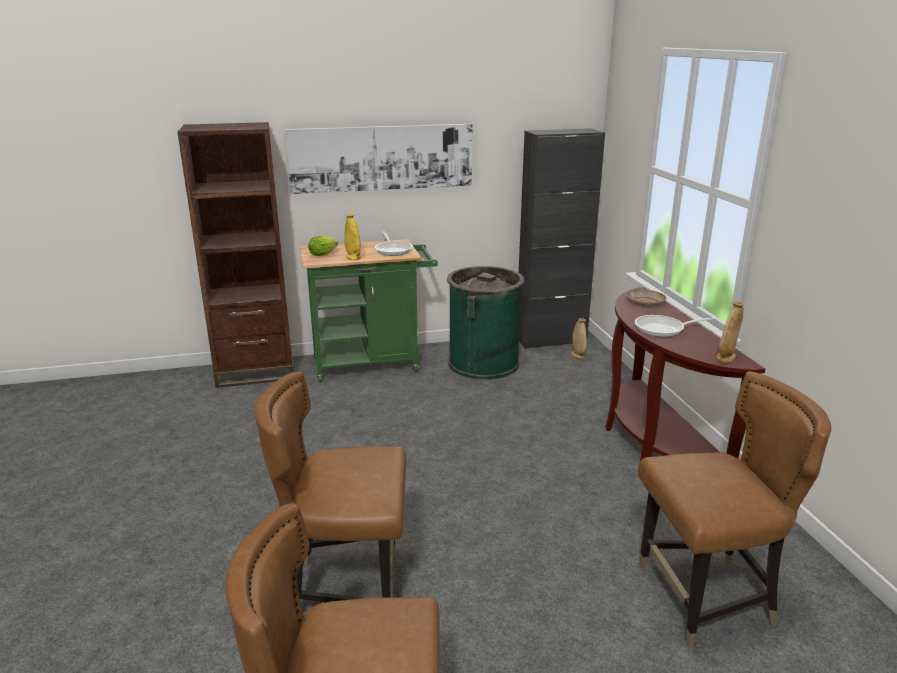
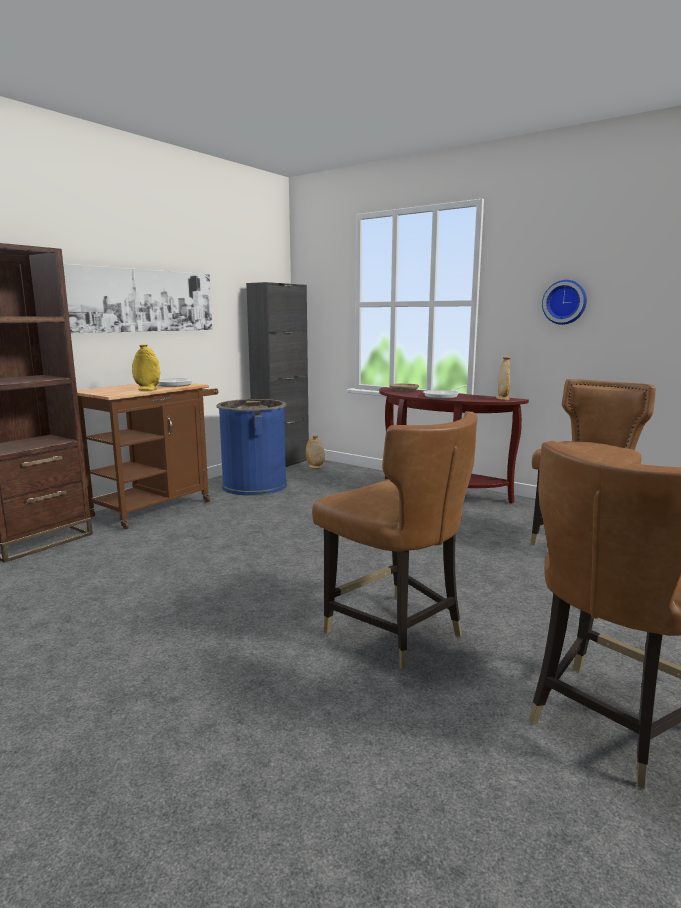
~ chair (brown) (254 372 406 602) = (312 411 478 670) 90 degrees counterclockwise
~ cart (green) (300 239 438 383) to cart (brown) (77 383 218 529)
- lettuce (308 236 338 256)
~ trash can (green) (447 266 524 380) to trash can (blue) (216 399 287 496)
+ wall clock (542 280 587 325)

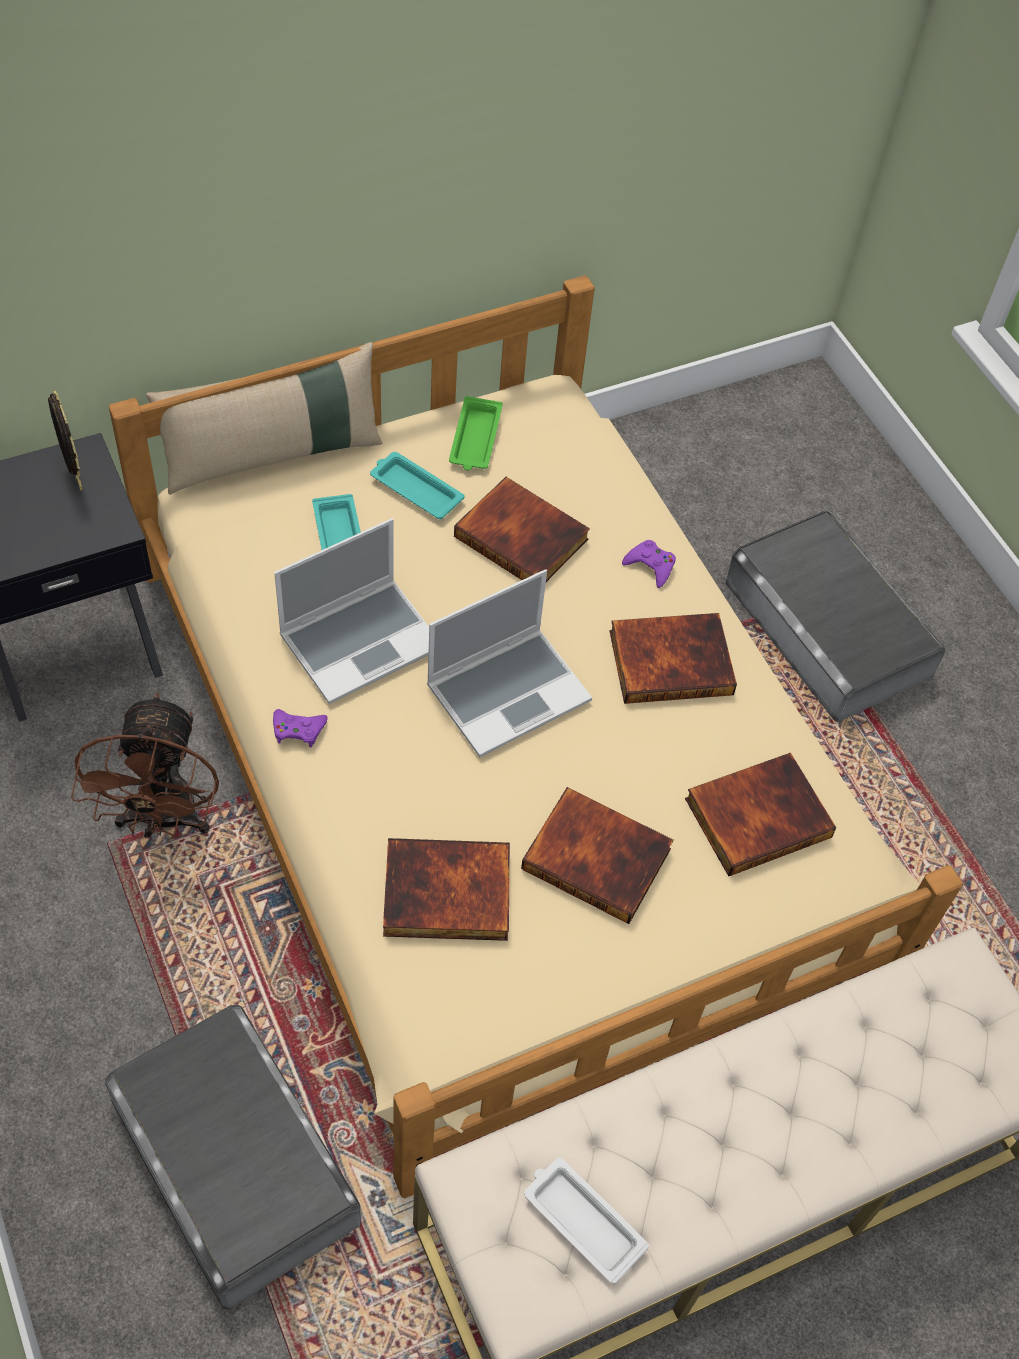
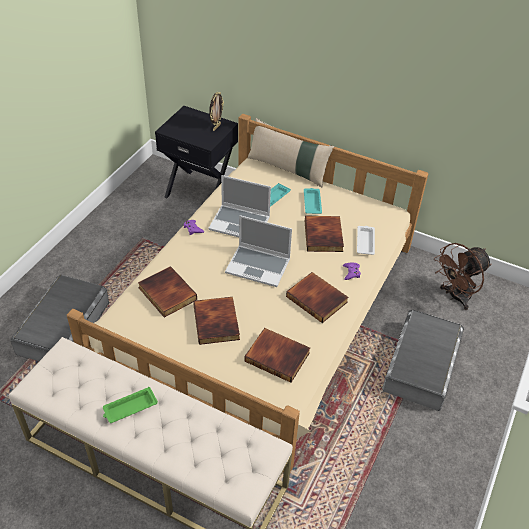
~ fan (brown) (71 693 219 838) to (434 243 492 310)
~ tray (green) (449 396 503 470) to (103 387 158 423)
~ tray (white) (524 1158 649 1284) to (357 226 375 255)

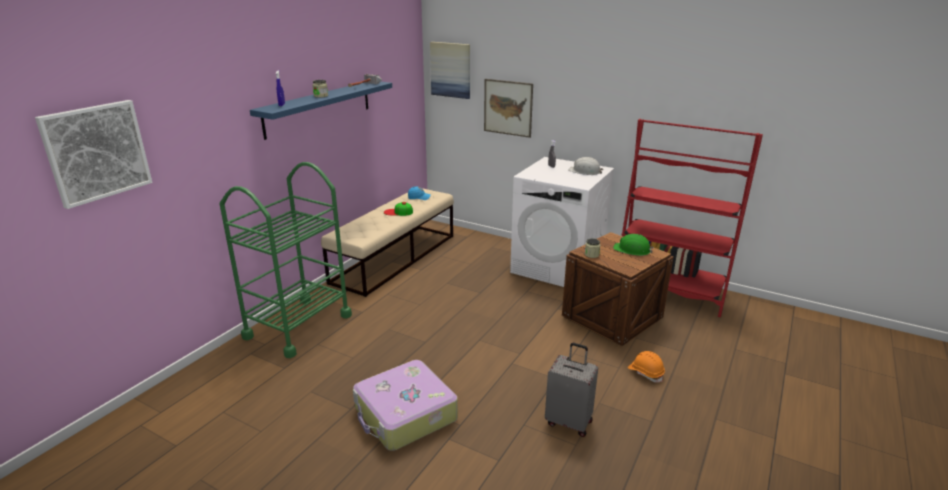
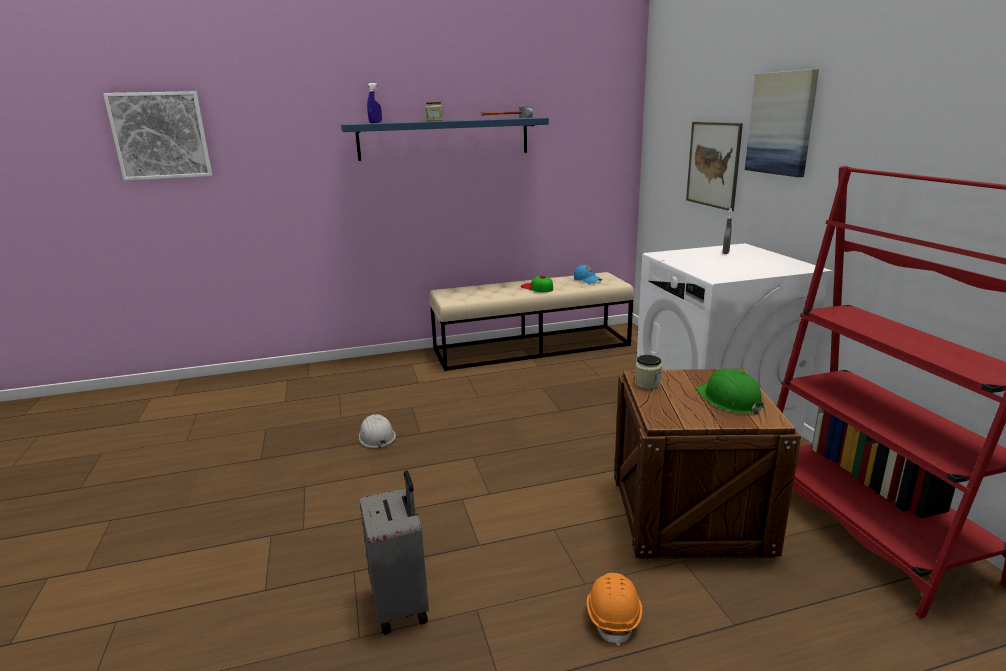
- cart (green) (220 162 352 358)
- suitcase (353 360 458 451)
~ picture (430 42 470 99) to (745 69 819 177)
~ hard hat (white) (568 157 603 175) to (359 414 396 449)

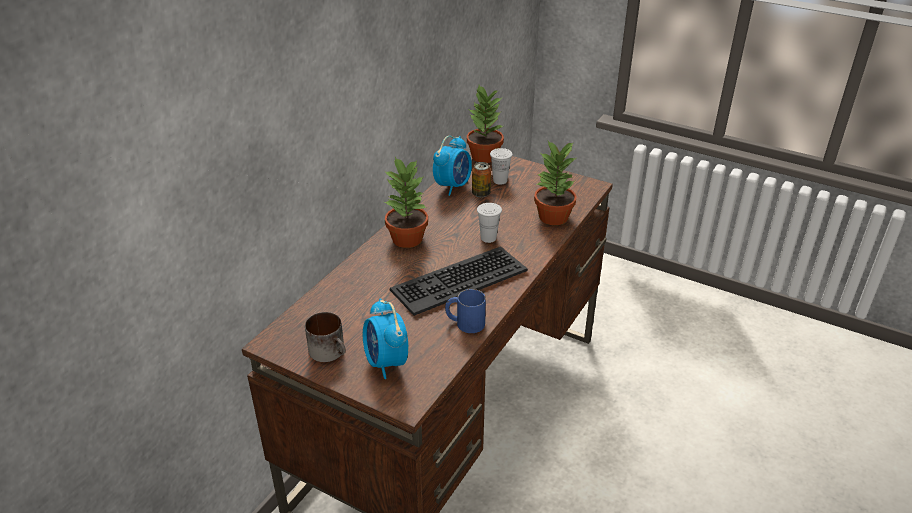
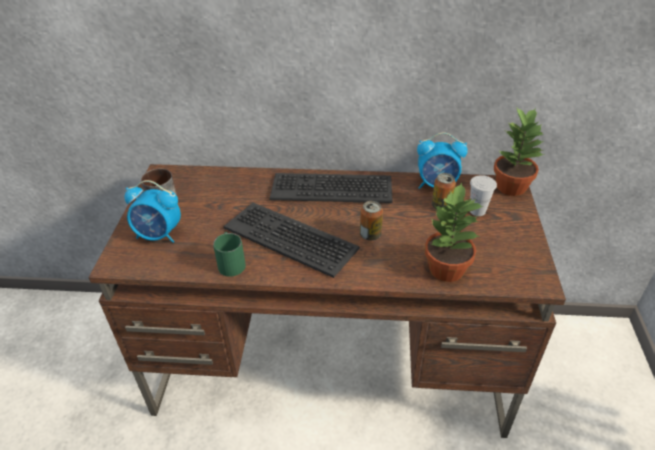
~ alarm clock (363 298 408 379) = (125 180 181 243) 120 degrees counterclockwise
~ potted plant (384 157 428 248) to keyboard (269 173 393 203)
~ mug (blue) (445 289 486 333) to mug (green) (213 232 246 277)
~ cup (white) (477 203 502 243) to can (360 201 383 241)

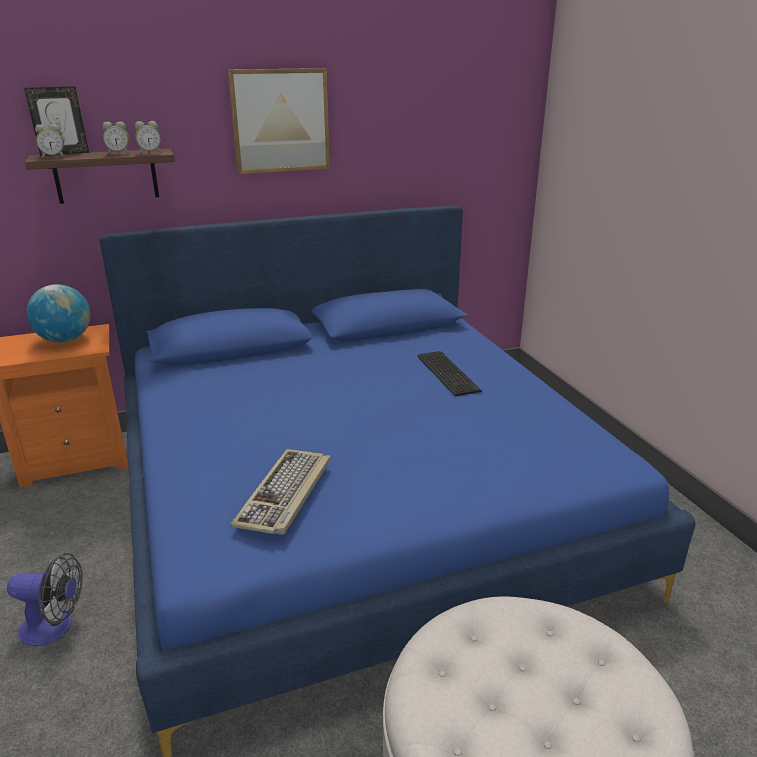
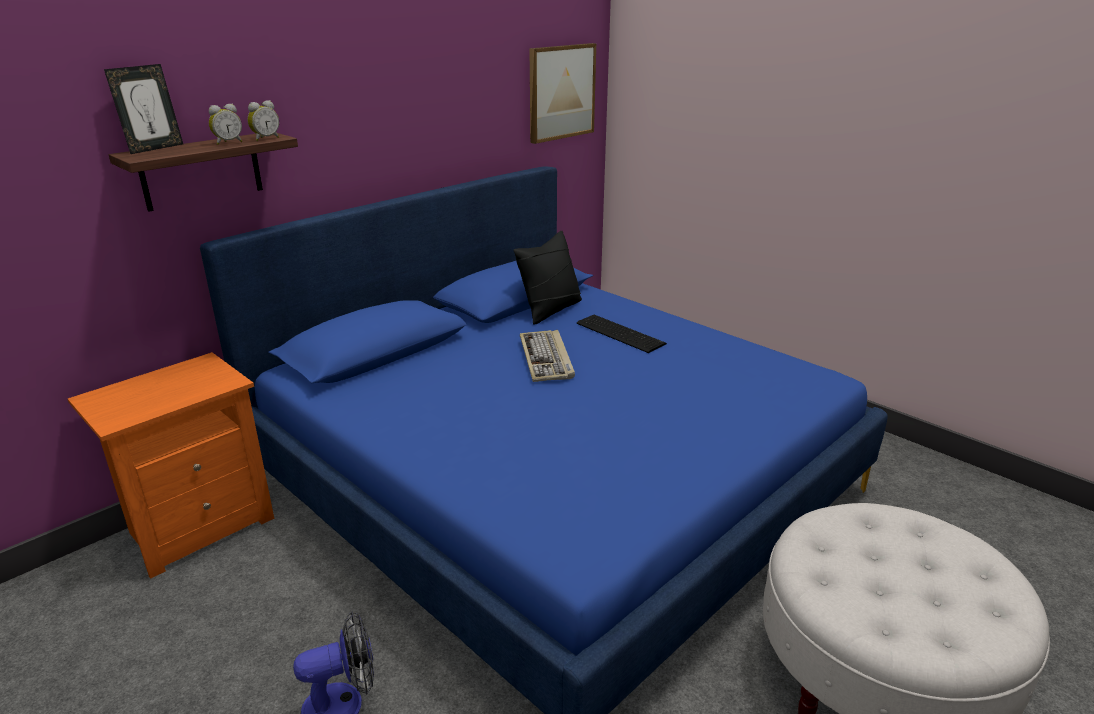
- globe (26 284 91 343)
- alarm clock (35 124 65 159)
~ picture (228 68 330 174) to (530 43 596 144)
~ keyboard (231 449 331 535) to (520 330 575 382)
+ pillow (black) (513 231 582 325)

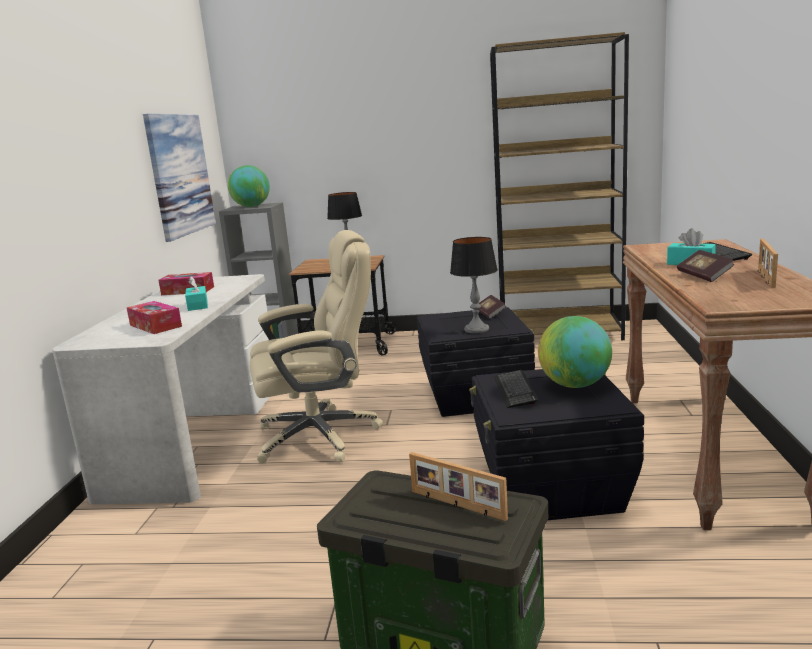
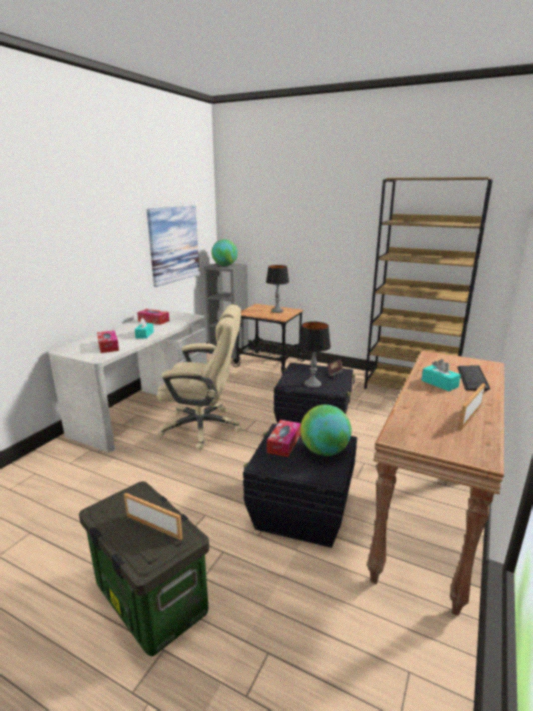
~ picture frame (409 452 508 521) = (124 493 183 540) 150 degrees clockwise
~ keyboard (494 370 538 408) to tissue box (267 420 301 457)
- book (677 250 735 282)

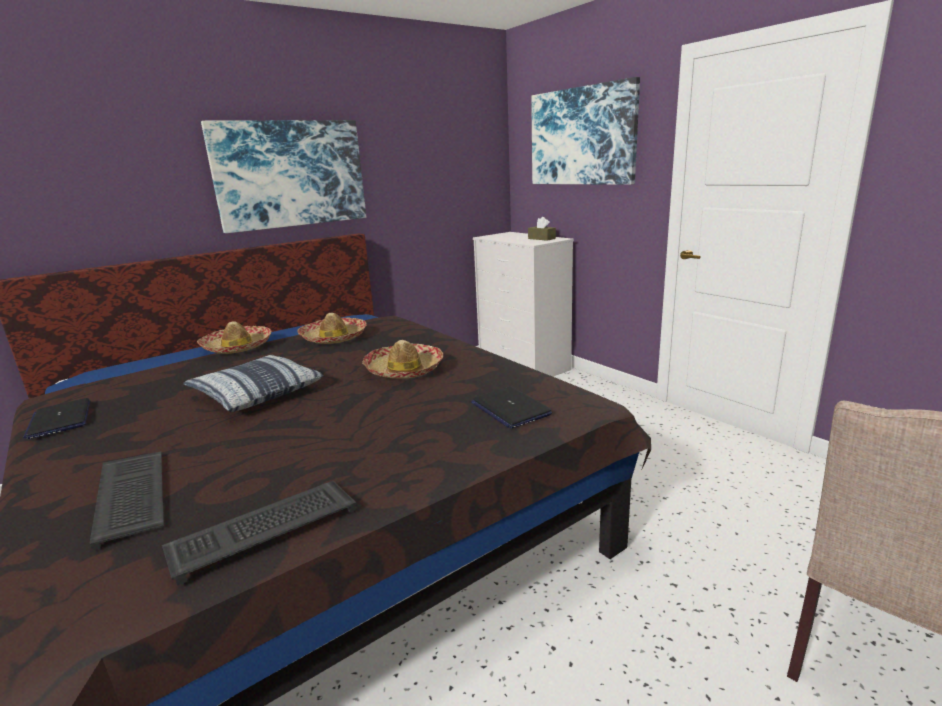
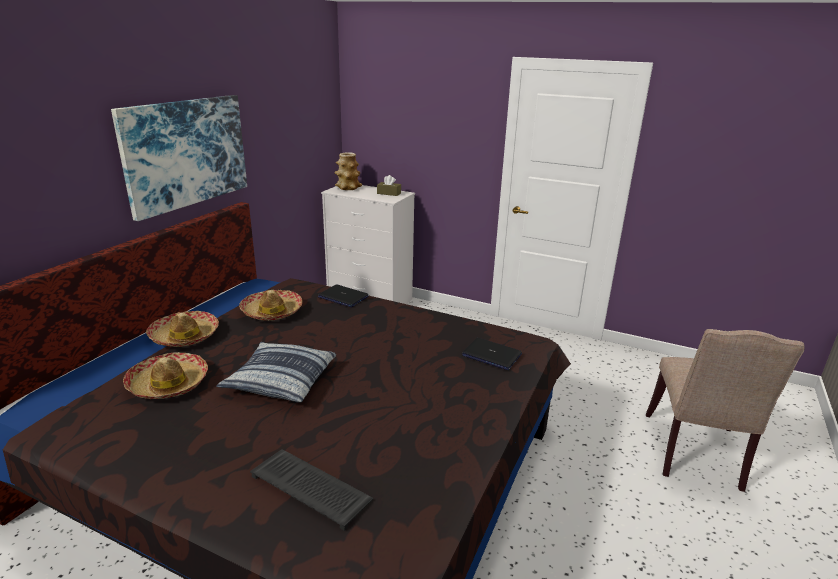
~ laptop (23 398 90 439) to (318 285 369 307)
- keyboard (162 481 357 586)
~ hat (362 340 443 379) to (123 352 208 399)
- picture (531 77 640 185)
+ vase (334 152 362 190)

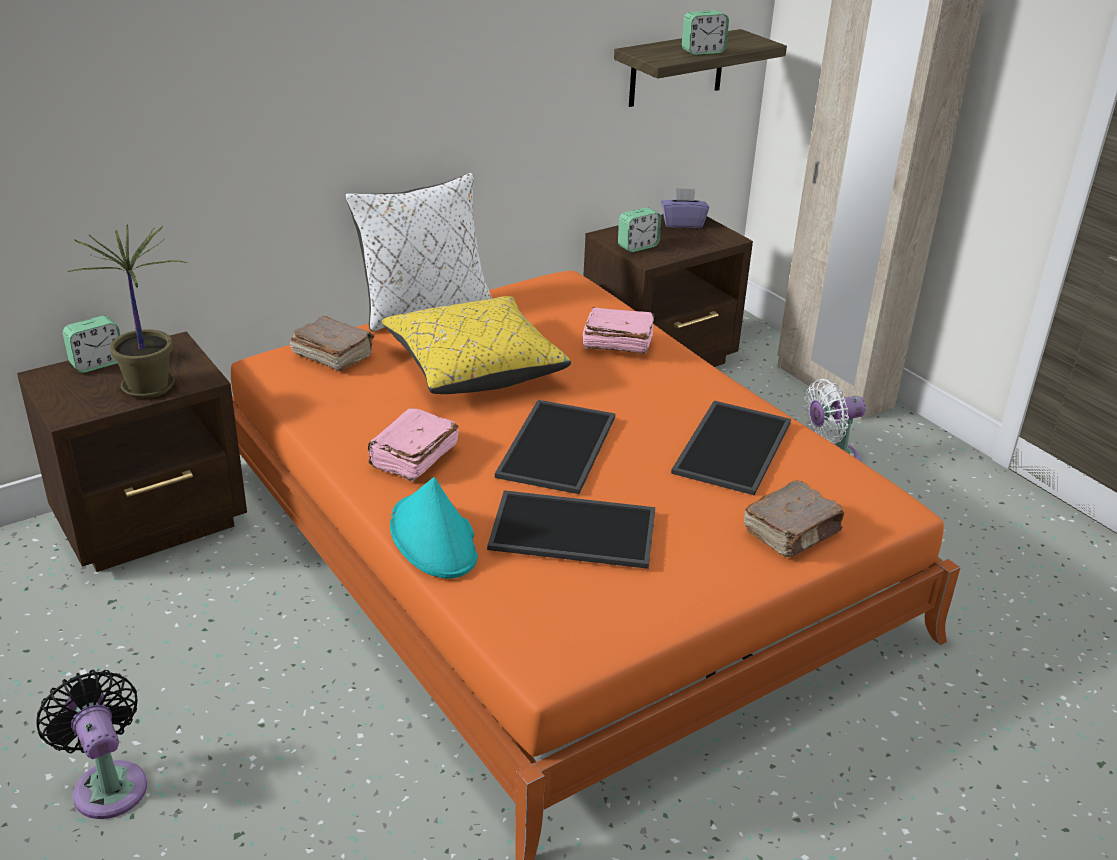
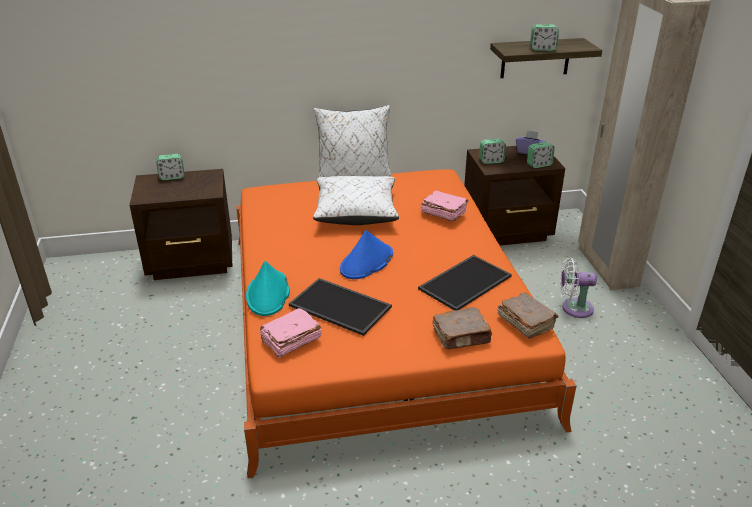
- fan (black) (36 670 147 819)
- potted plant (67 224 187 398)
~ book (brown) (290 316 374 371) to (497 292 559 338)
~ book (pink) (368 408 459 482) to (260 308 322 358)
~ pillow (yellow) (382 296 571 394) to pillow (white) (313 176 399 225)
~ tray (495 400 615 494) to hat (blue) (340 230 393 279)
+ alarm clock (527 142 555 168)

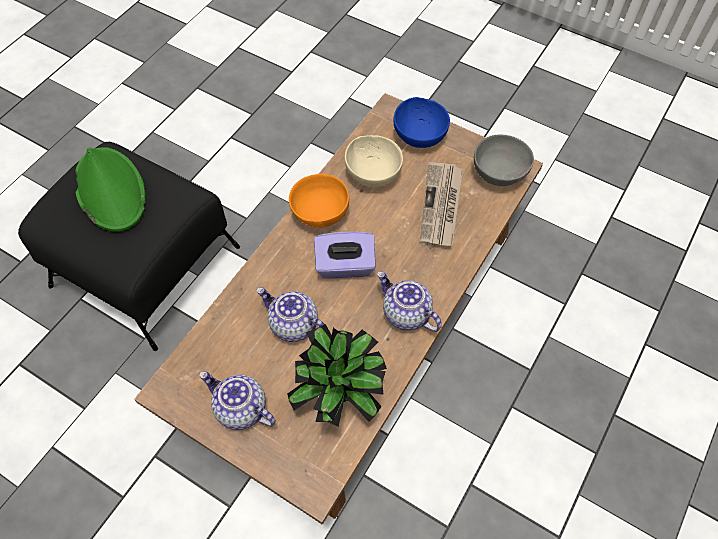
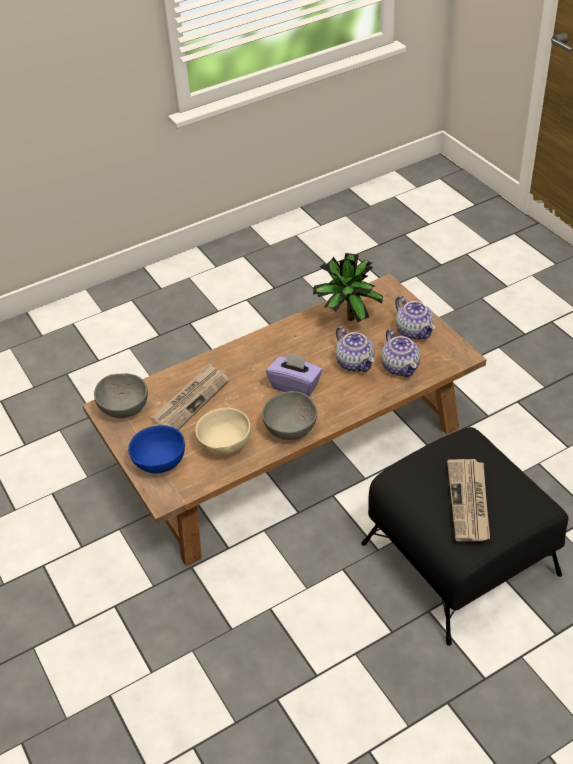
~ hat (green) (75 147 146 232) to newspaper (447 459 490 541)
~ bowl (orange) (289 174 349 228) to bowl (grey) (262 391 317 440)
~ teapot (377 271 442 332) to (381 329 421 378)

